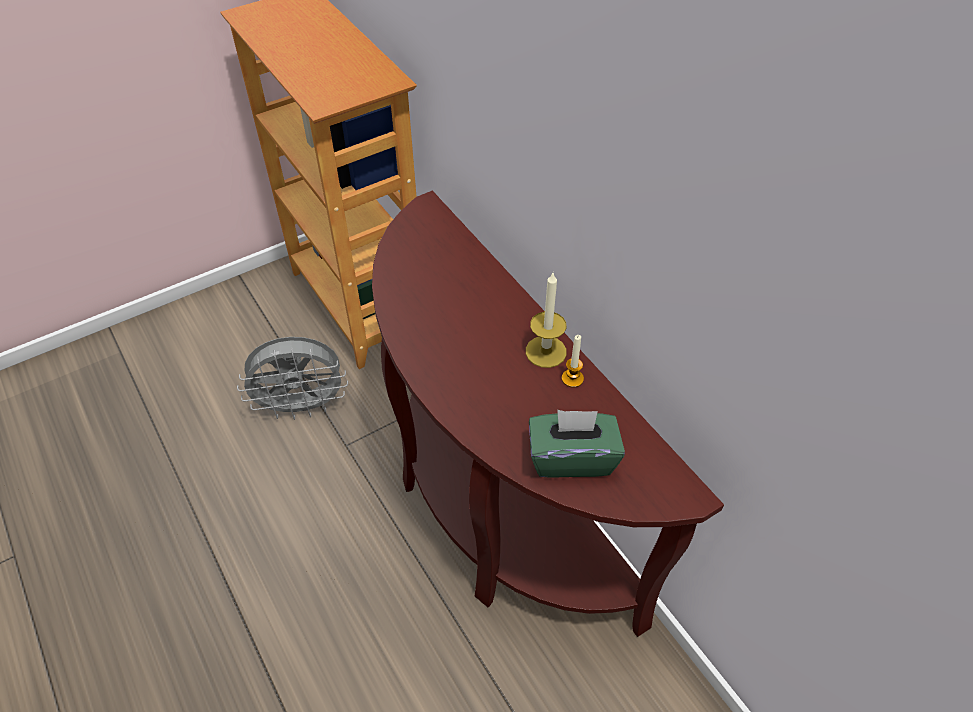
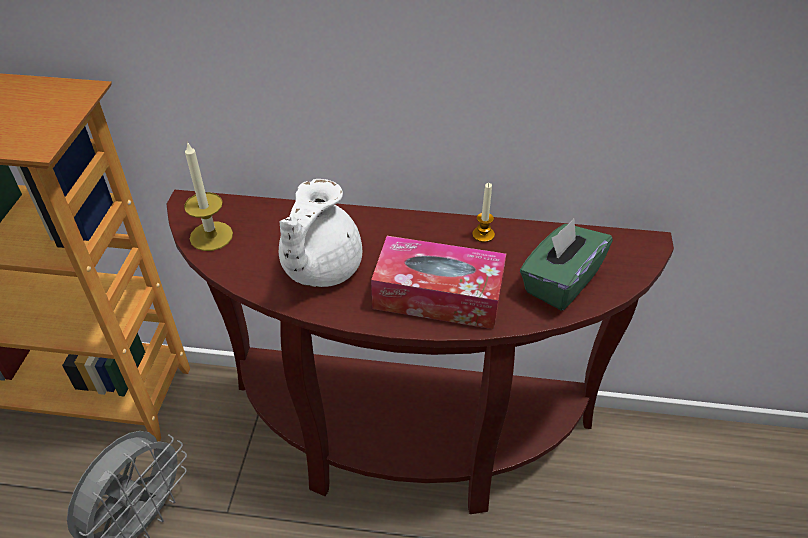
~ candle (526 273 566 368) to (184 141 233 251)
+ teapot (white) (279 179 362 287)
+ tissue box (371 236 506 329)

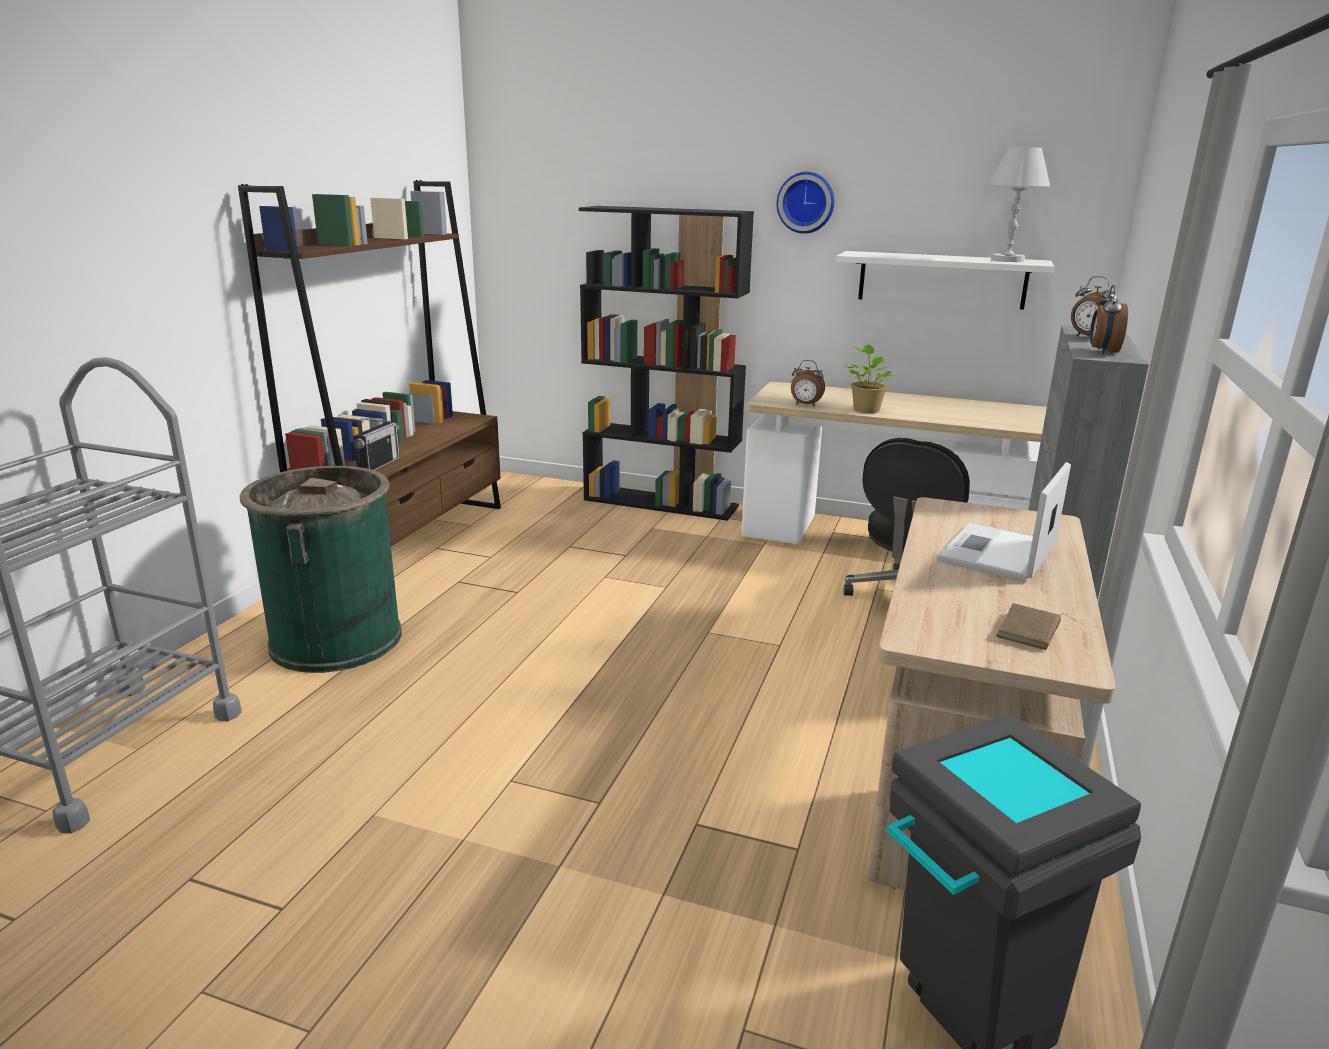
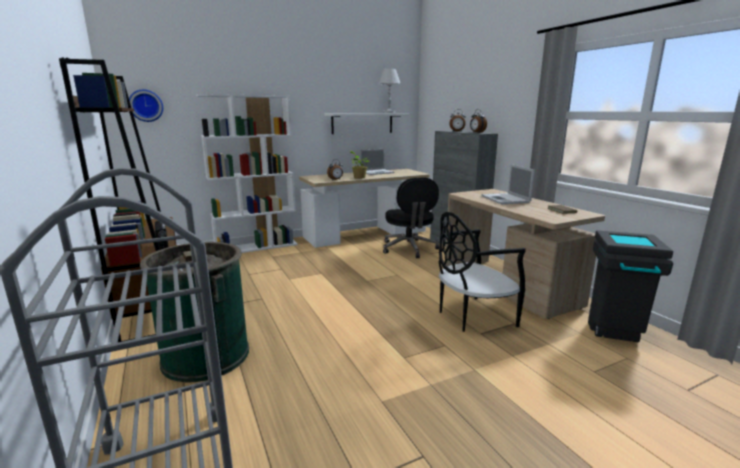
~ bookcase (black) (579 206 754 521) to bookcase (white) (196 94 298 253)
~ wall clock (777 172 834 234) to (129 90 163 122)
+ laptop (360 149 394 175)
+ chair (black) (438 212 526 332)

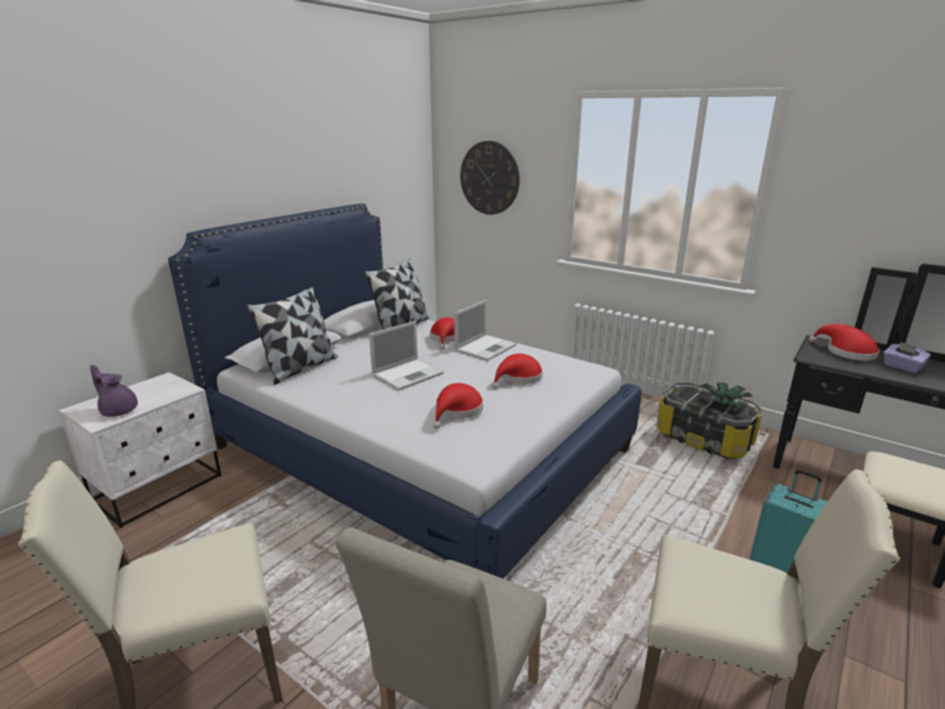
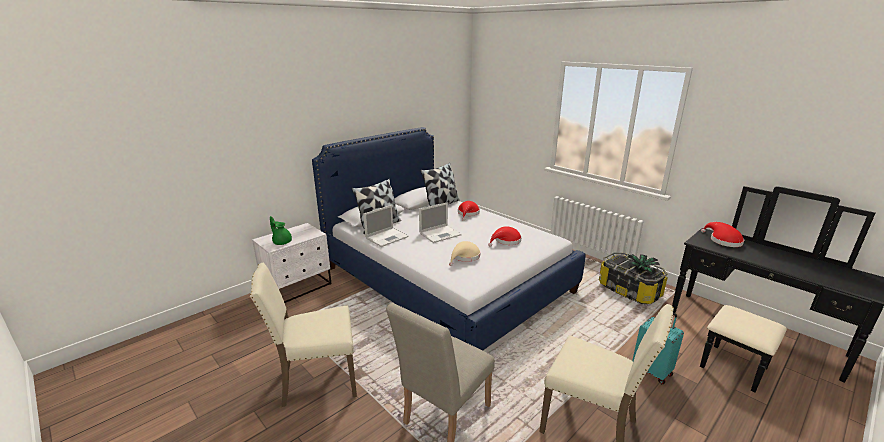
~ teapot (purple) (90 365 138 417) to teapot (green) (270 216 292 245)
~ hat (red) (433 383 483 429) to hat (beige) (449 241 480 266)
~ laptop (454 300 517 361) to (364 205 409 247)
- wall clock (460 141 520 215)
- tissue box (purple) (884 342 931 373)

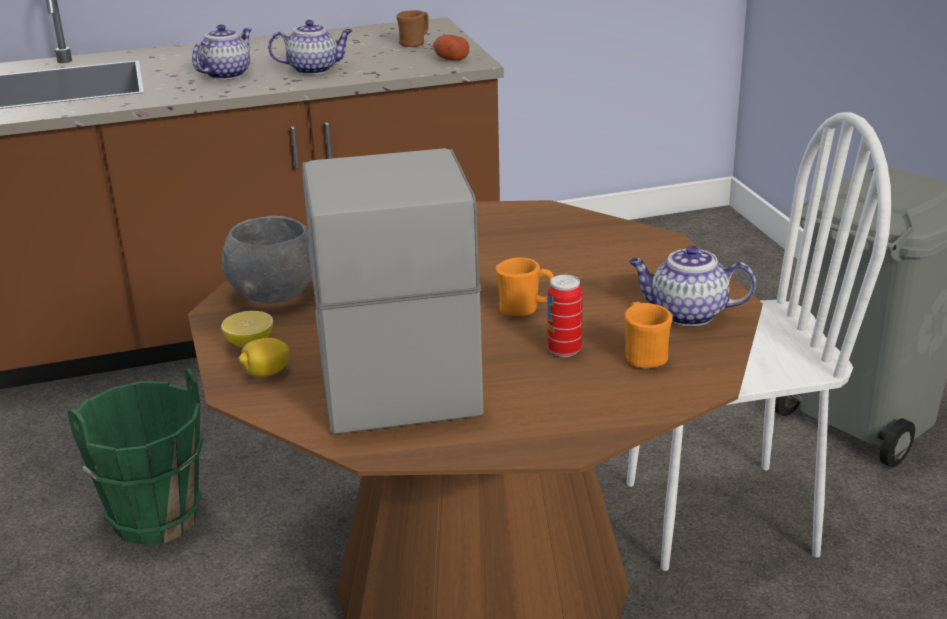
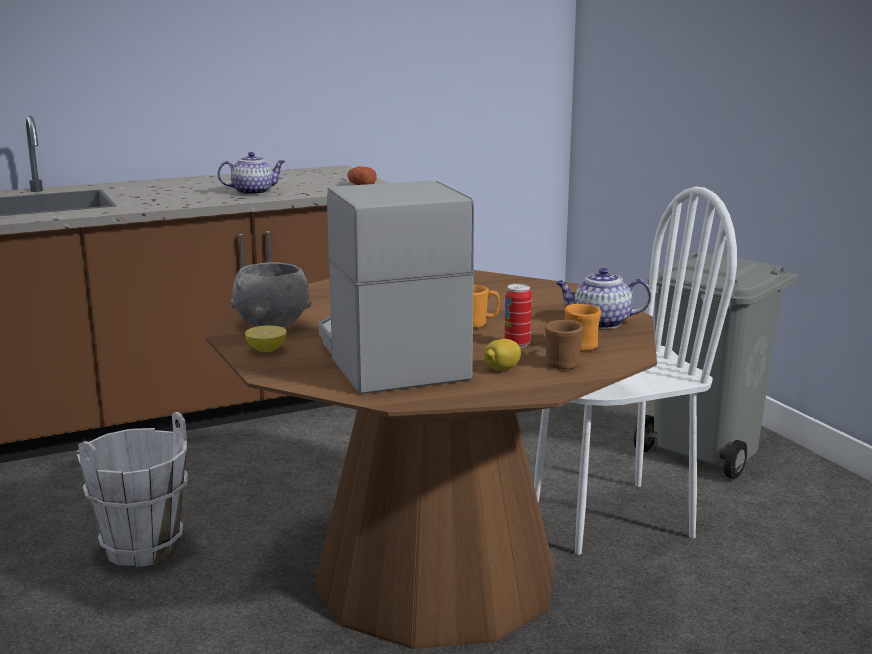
~ bucket (green) (67 368 204 546) to bucket (white) (77 412 188 567)
- teapot (192 25 252 80)
~ lemon (239 338 290 377) to (484 339 521 370)
~ mug (brown) (396 10 429 47) to (545 320 583 370)

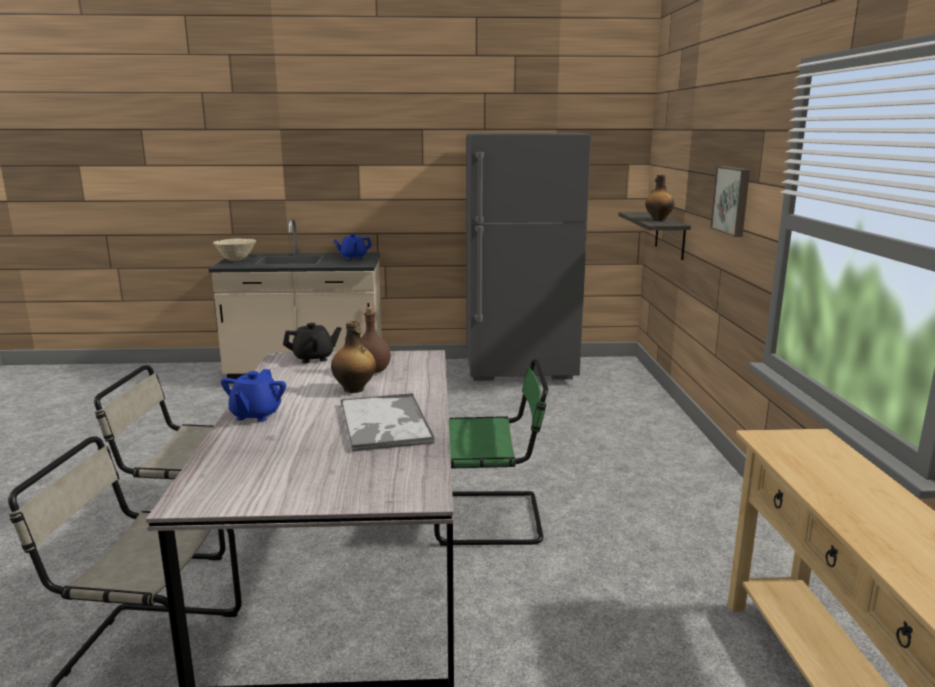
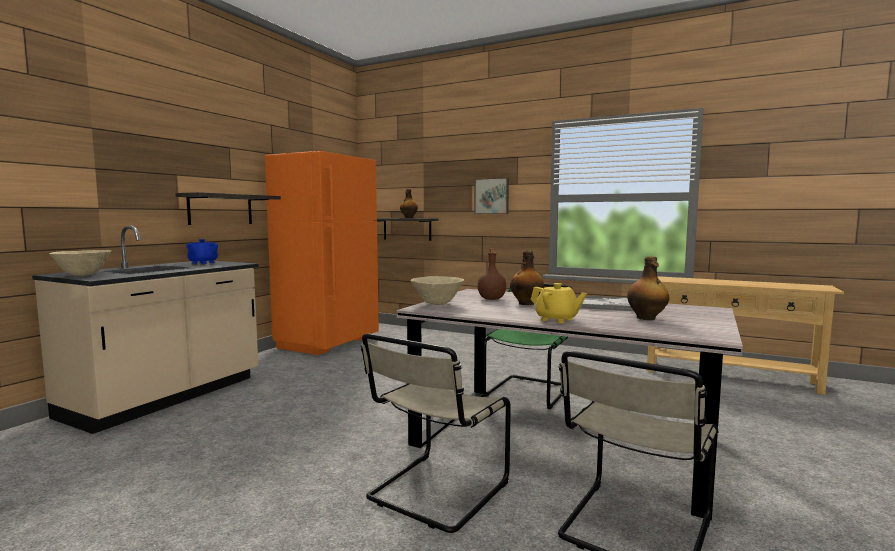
~ teapot (blue) (221 369 286 422) to teapot (yellow) (531 283 587 323)
~ teapot (black) (283 323 341 363) to bowl (beige) (410 276 464 305)
~ fridge (grey) (466 133 591 381) to fridge (orange) (265 151 379 355)
+ shelf (175 192 281 225)
+ bottle (627 256 669 320)

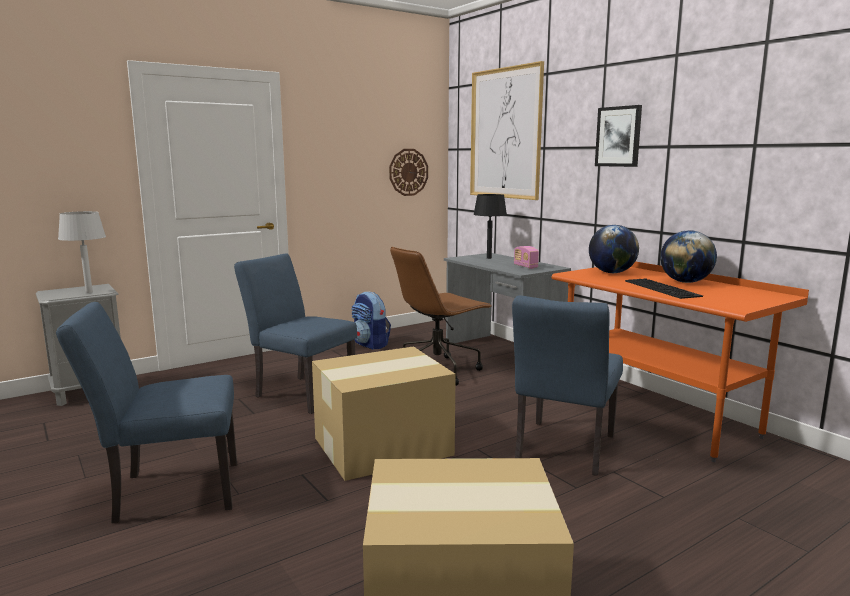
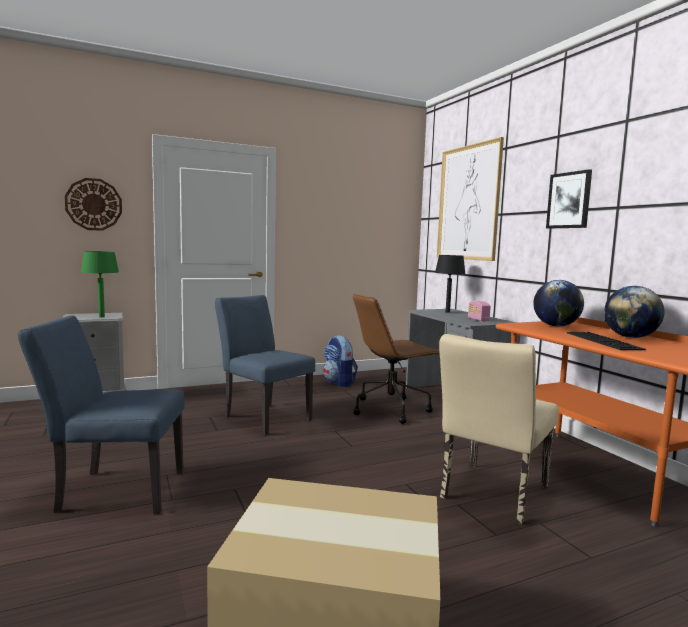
~ table lamp (grey) (58 211 106 293) to table lamp (green) (81 251 119 317)
- cardboard box (312 346 456 481)
~ wall clock (389 149 428 196) to (65 178 122 231)
~ chair (blue) (512 295 623 476) to chair (beige) (439 334 558 525)

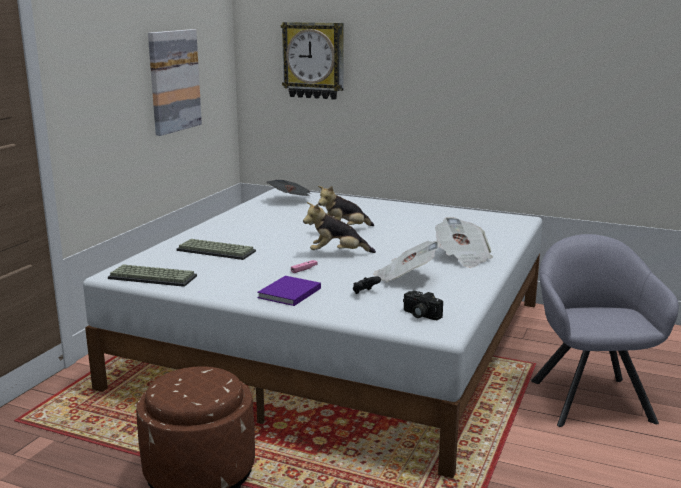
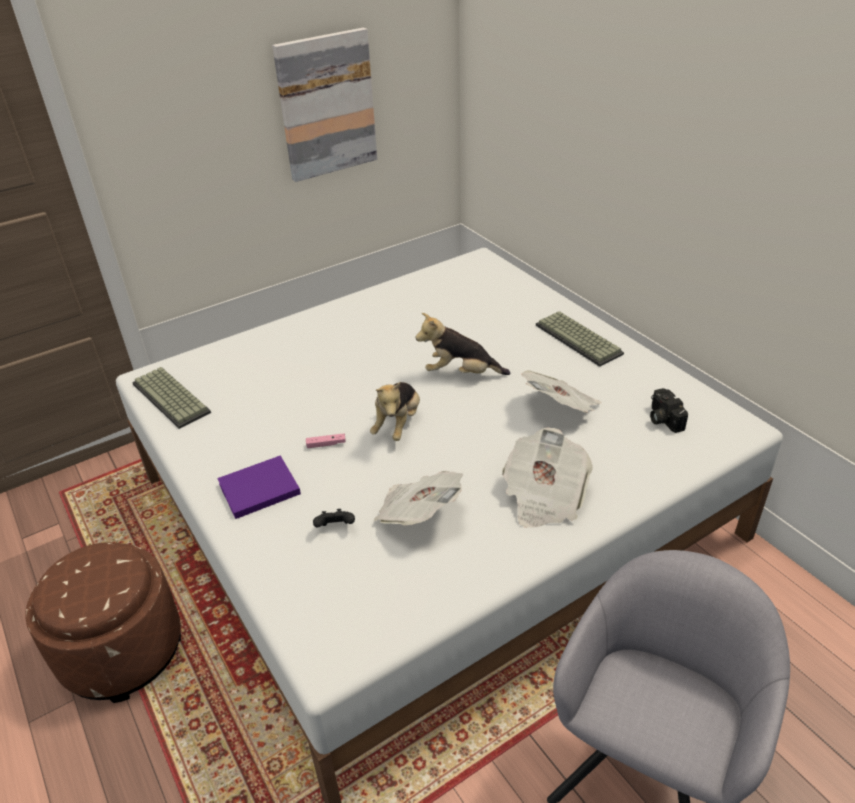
~ keyboard (177 239 256 260) to (536 311 624 367)
~ newspaper (266 180 311 196) to (522 370 601 413)
- wall clock (281 22 344 100)
~ plush toy (303 202 376 253) = (370 382 420 441) 105 degrees counterclockwise
~ photo camera (403 291 443 320) to (650 388 688 433)

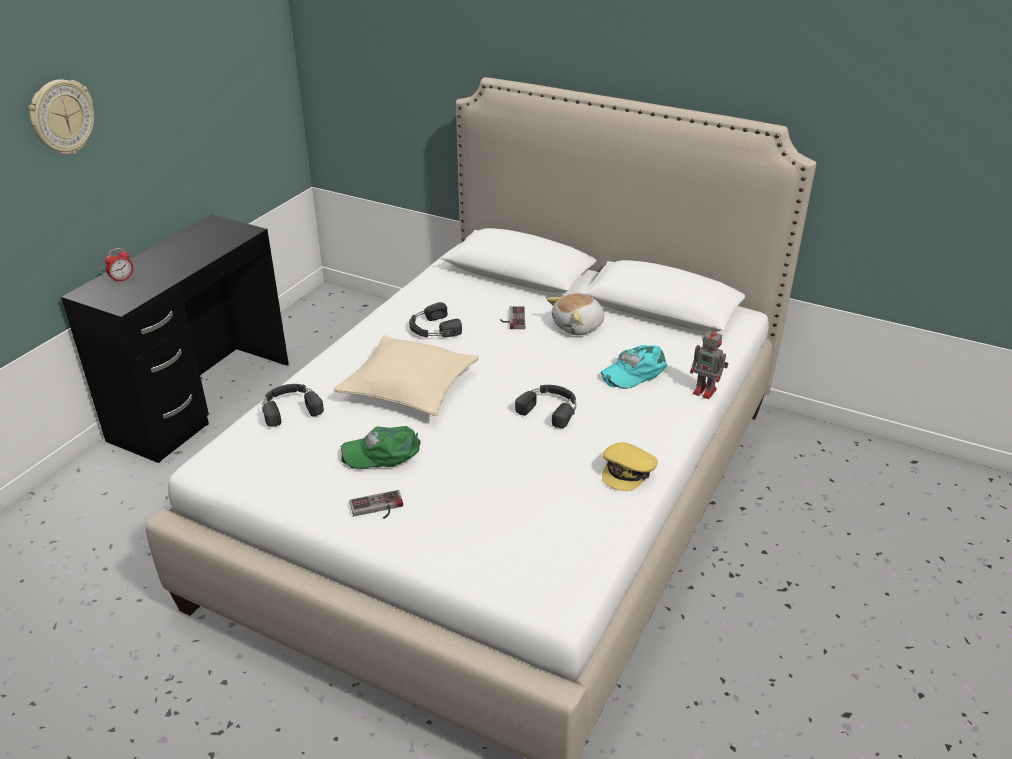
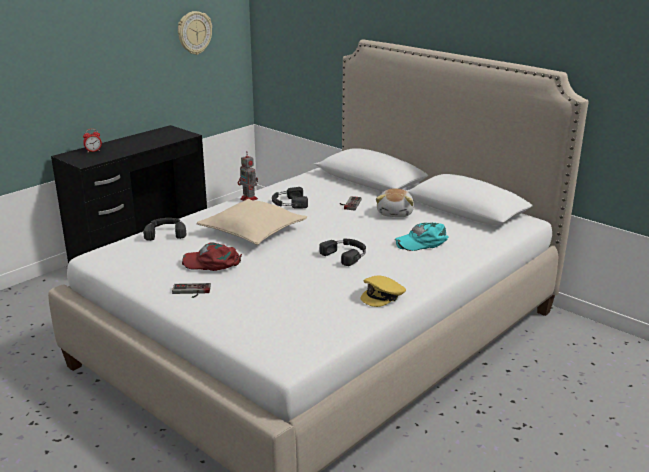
~ wall clock (29 79 94 154) to (178 11 212 55)
~ cap (green) (341 426 421 469) to cap (red) (182 242 242 271)
~ plush toy (547 293 604 335) = (376 188 414 217) 60 degrees counterclockwise
~ toy robot (690 326 728 399) to (238 152 258 201)

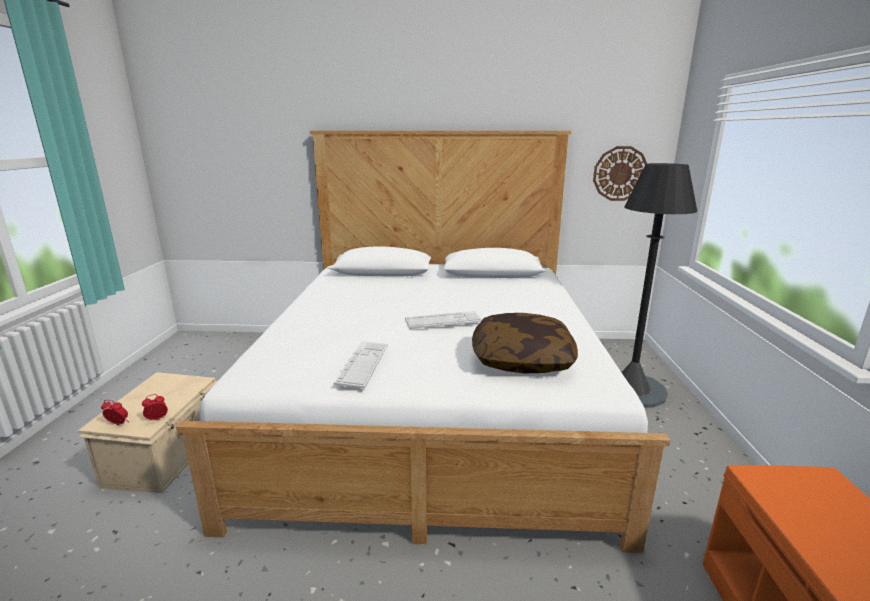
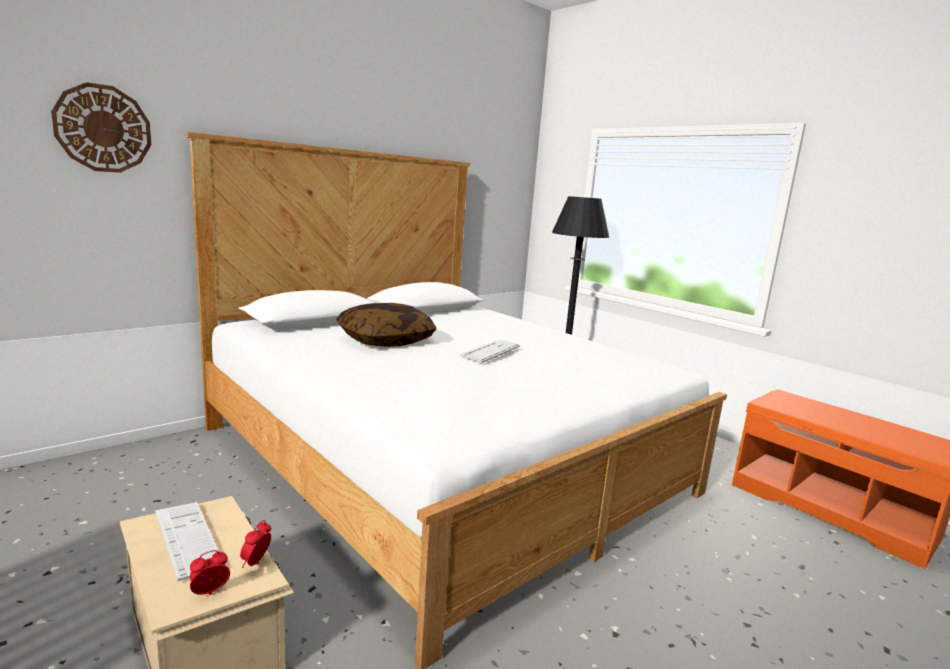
~ keyboard (334 341 388 388) to (156 502 218 582)
~ pillow (472 313 578 374) to (337 303 437 347)
~ wall clock (593 146 647 201) to (51 82 151 173)

